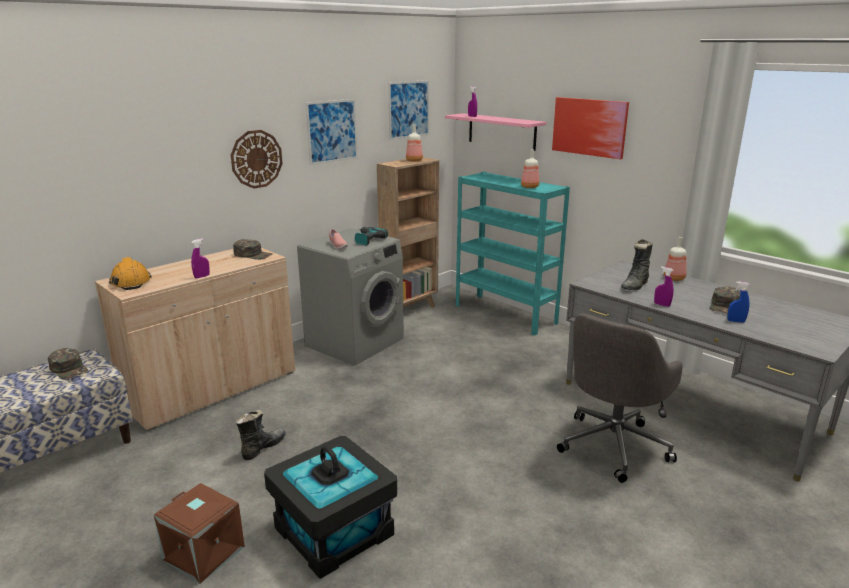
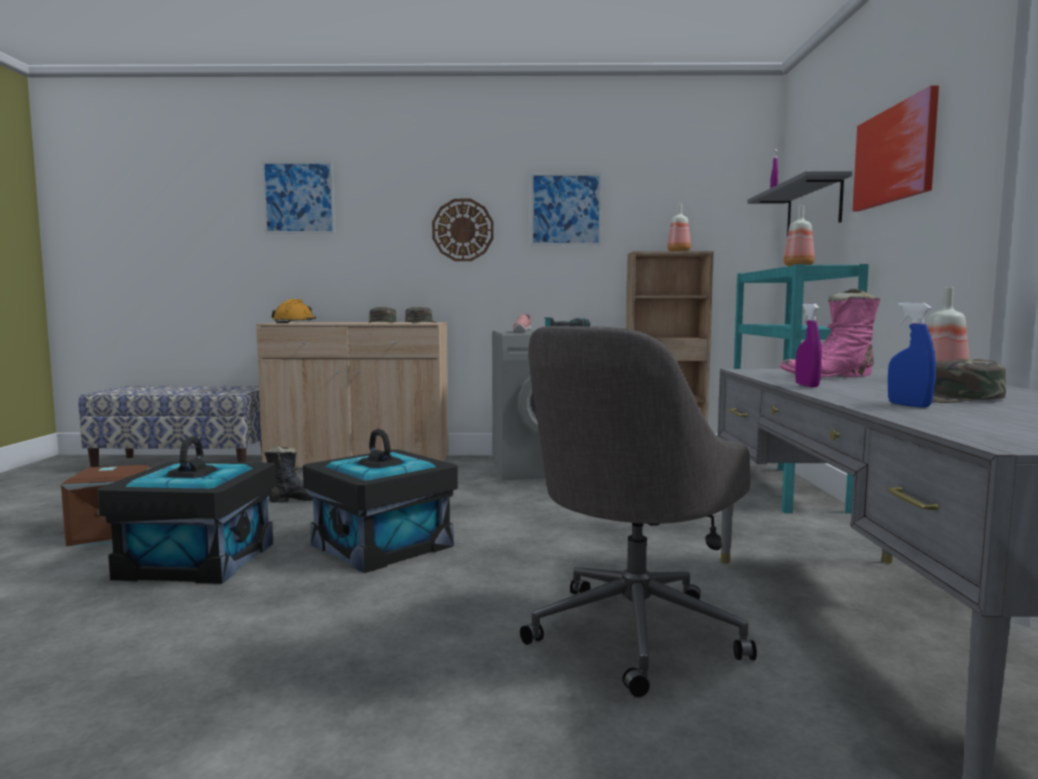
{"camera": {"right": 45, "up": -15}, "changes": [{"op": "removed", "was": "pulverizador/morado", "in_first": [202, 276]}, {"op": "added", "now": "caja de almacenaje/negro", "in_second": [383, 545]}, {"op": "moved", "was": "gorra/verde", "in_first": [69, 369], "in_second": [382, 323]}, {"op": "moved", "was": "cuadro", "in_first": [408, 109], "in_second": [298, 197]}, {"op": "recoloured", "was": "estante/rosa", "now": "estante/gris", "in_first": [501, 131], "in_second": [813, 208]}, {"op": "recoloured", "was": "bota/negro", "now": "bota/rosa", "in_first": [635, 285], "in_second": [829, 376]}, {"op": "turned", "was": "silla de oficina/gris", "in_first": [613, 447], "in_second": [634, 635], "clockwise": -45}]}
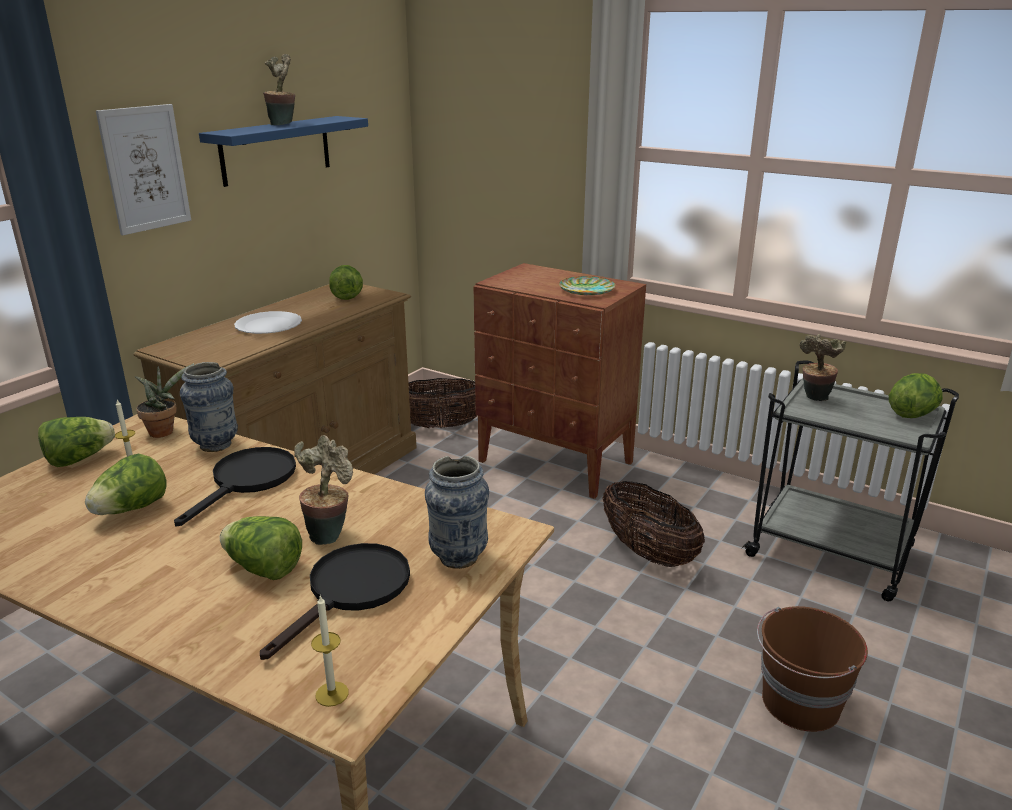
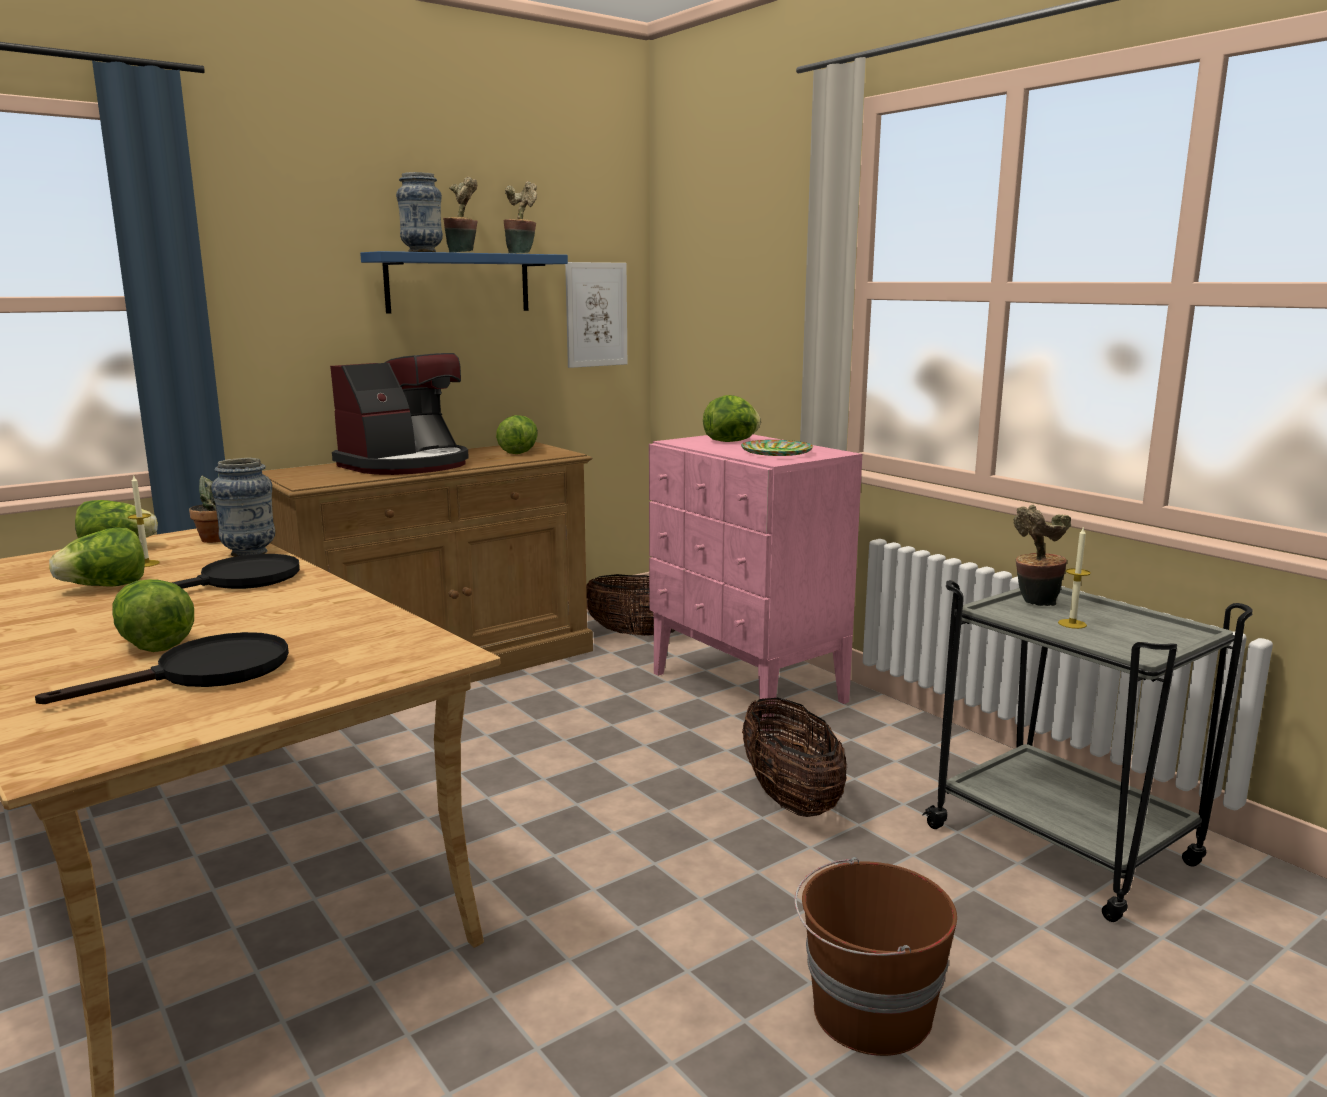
{"camera": {"right": 20, "up": -10}, "changes": [{"op": "moved", "was": "cuadro", "in_first": [145, 169], "in_second": [596, 314]}, {"op": "moved", "was": "planta en maceta", "in_first": [329, 533], "in_second": [522, 254]}, {"op": "moved", "was": "vela", "in_first": [332, 694], "in_second": [1072, 624]}, {"op": "moved", "was": "florero", "in_first": [458, 557], "in_second": [422, 252]}, {"op": "moved", "was": "lechuga", "in_first": [912, 414], "in_second": [731, 441]}, {"op": "replaced", "was": "plato/blanco", "now": "cafetera", "in_first": [268, 325], "in_second": [406, 465]}, {"op": "recoloured", "was": "cómoda/marrón", "now": "cómoda/rosa", "in_first": [555, 463], "in_second": [746, 688]}]}
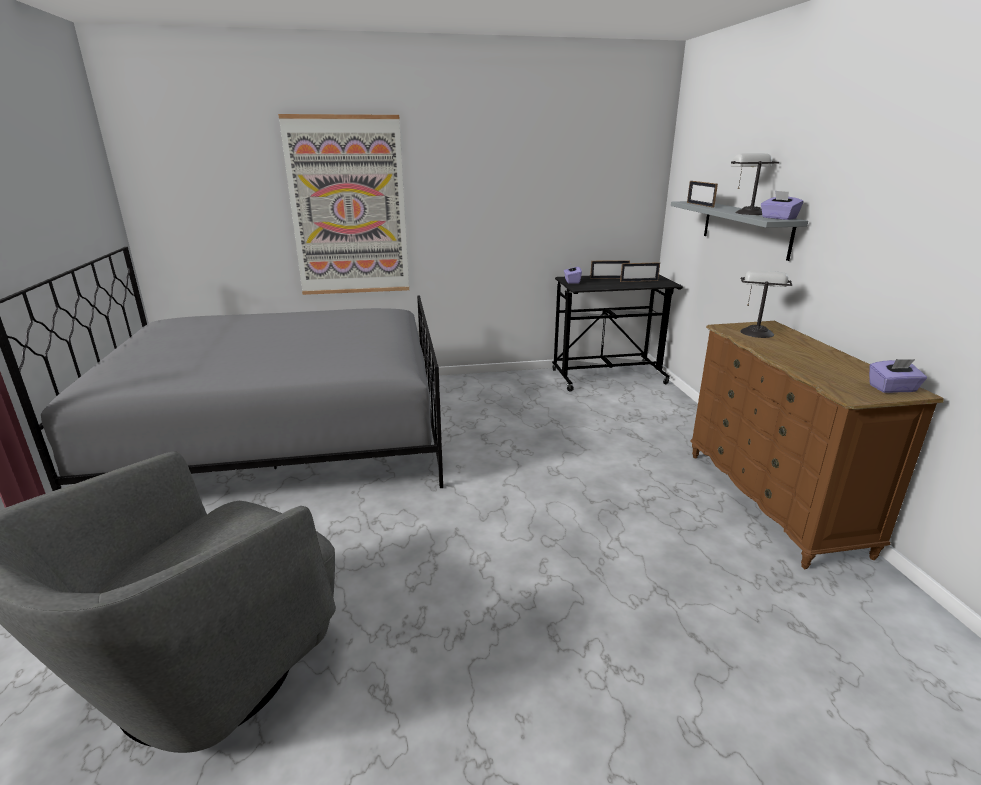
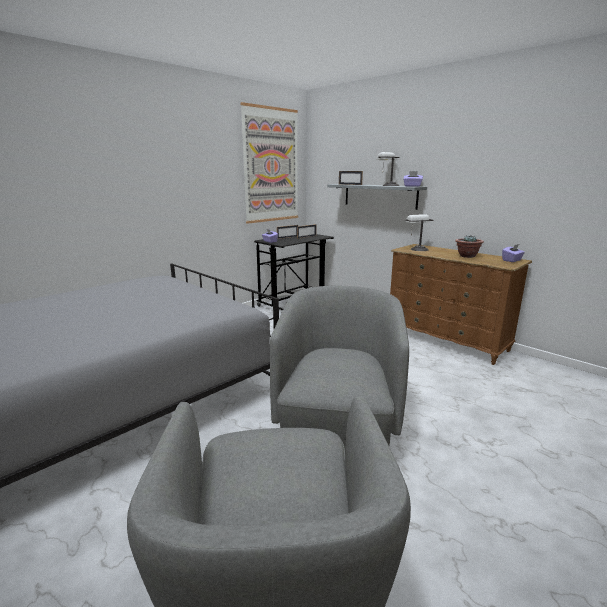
{"camera": {"right": -35, "up": -5}, "changes": [{"op": "added", "now": "sillón/gris", "in_second": [338, 423]}, {"op": "added", "now": "planta en maceta", "in_second": [467, 256]}, {"op": "moved", "was": "cuadro", "in_first": [348, 208], "in_second": [271, 166]}]}
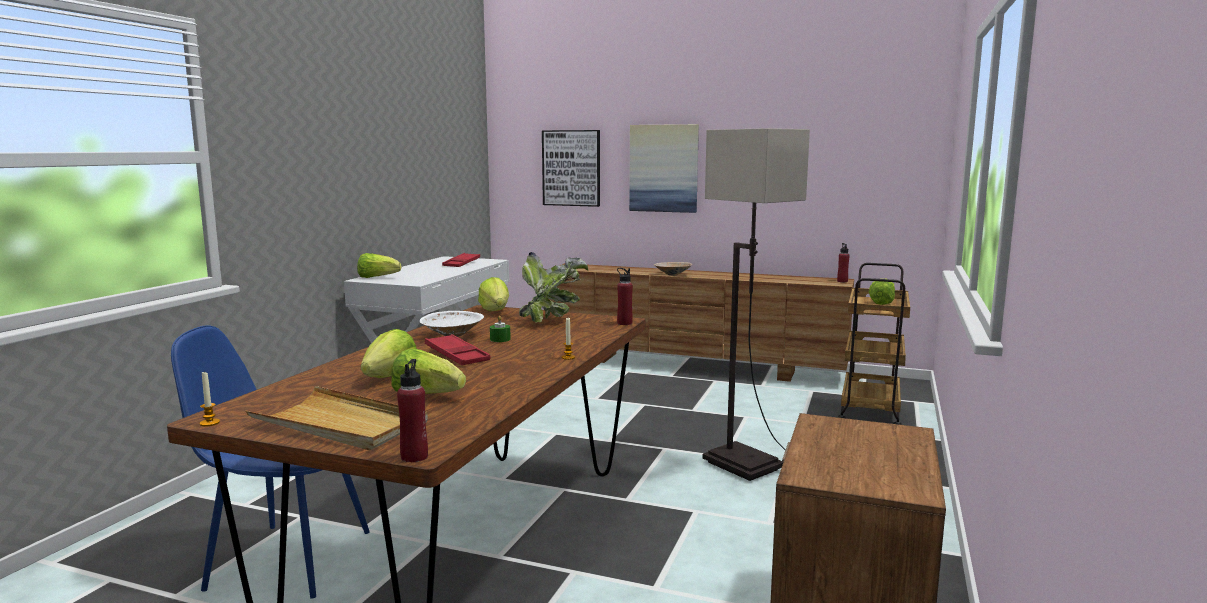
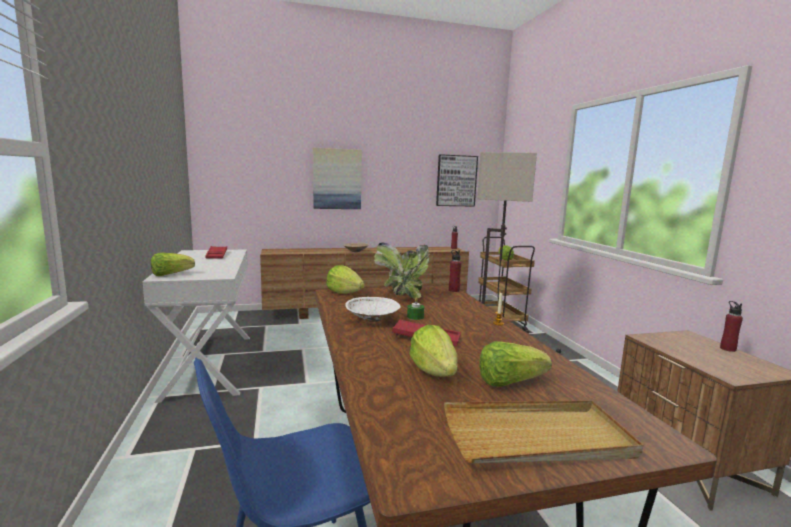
{"camera": {"right": -35, "up": 0}, "changes": [{"op": "removed", "was": "vela", "in_first": [209, 423]}, {"op": "moved", "was": "botella/rojo", "in_first": [414, 457], "in_second": [727, 349]}, {"op": "moved", "was": "cuadro", "in_first": [571, 168], "in_second": [456, 181]}]}
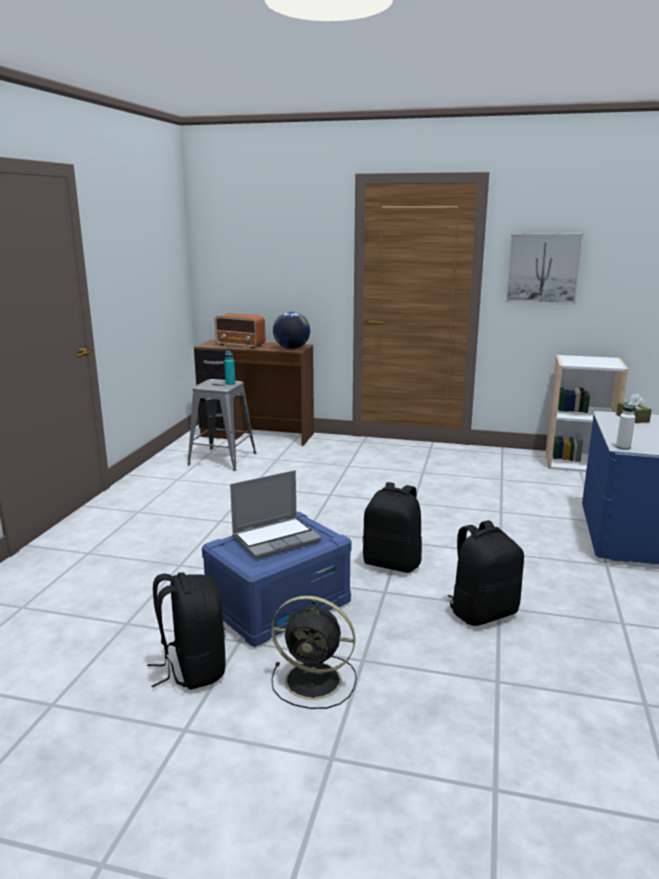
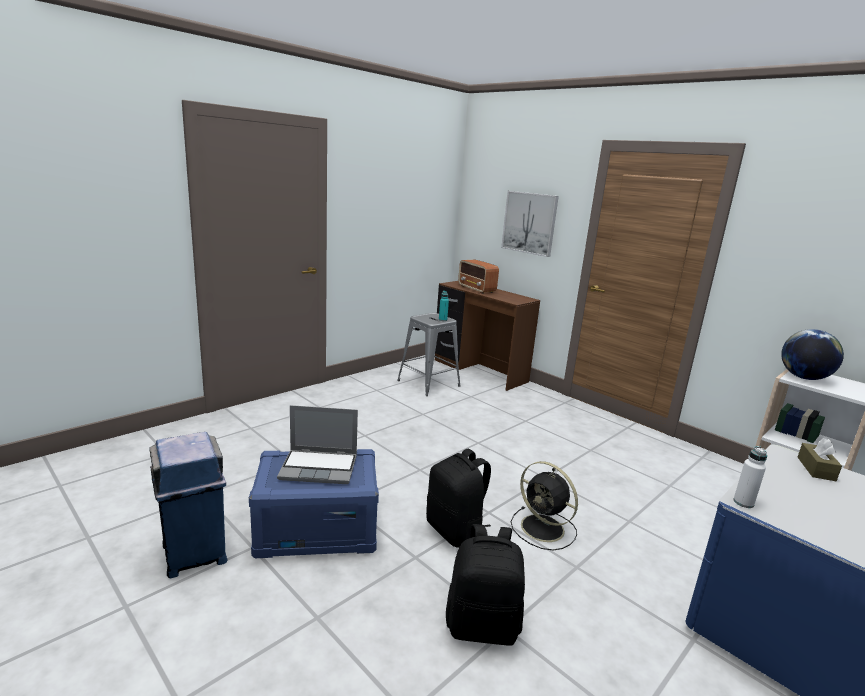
{"camera": {"right": 30, "up": 0}, "changes": [{"op": "moved", "was": "ventilador/negro", "in_first": [316, 681], "in_second": [544, 529]}, {"op": "moved", "was": "globo terráqueo", "in_first": [291, 348], "in_second": [804, 378]}, {"op": "moved", "was": "cuadro", "in_first": [543, 268], "in_second": [529, 223]}, {"op": "replaced", "was": "mochila/negro", "now": "papelera/azul", "in_first": [192, 668], "in_second": [194, 554]}]}
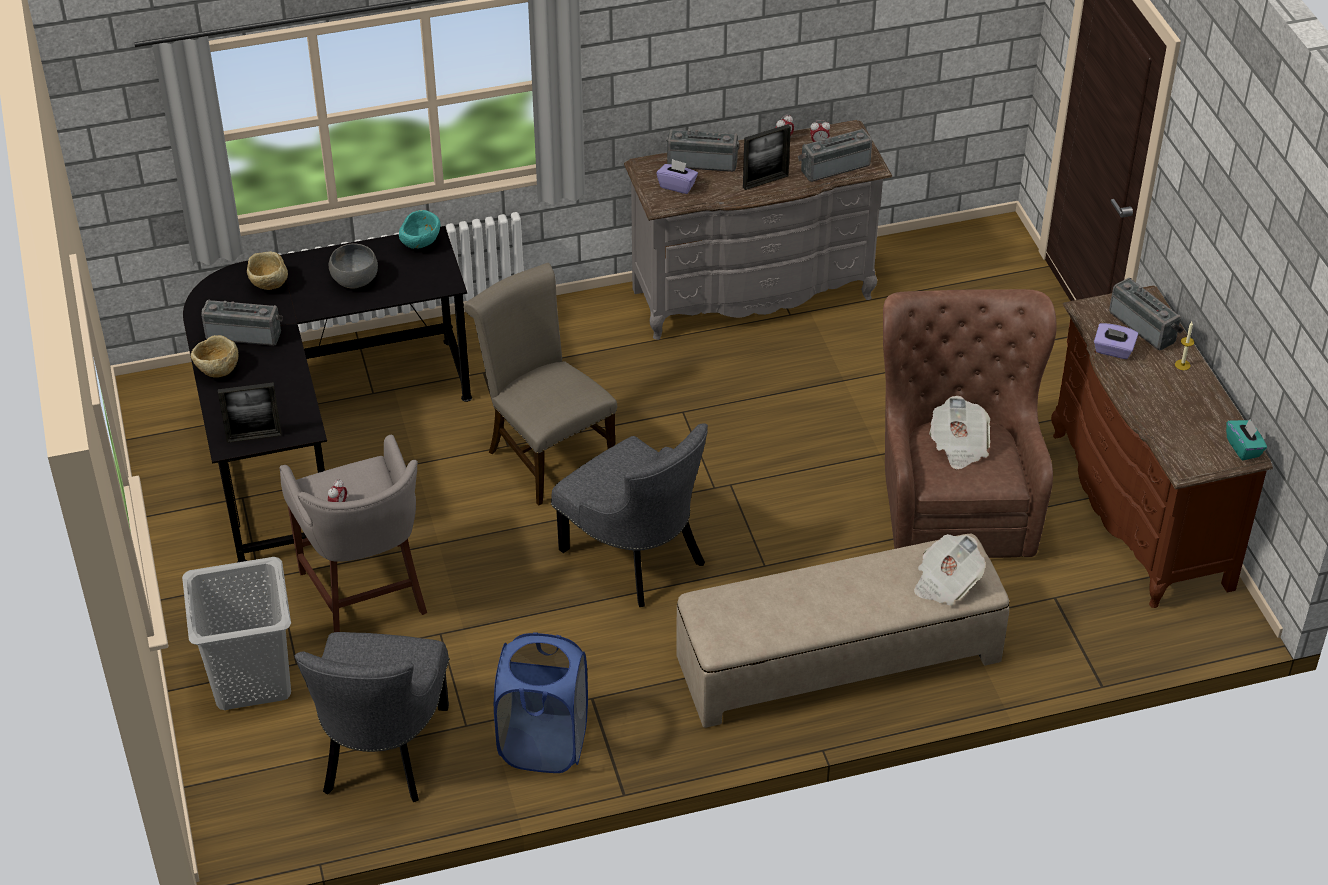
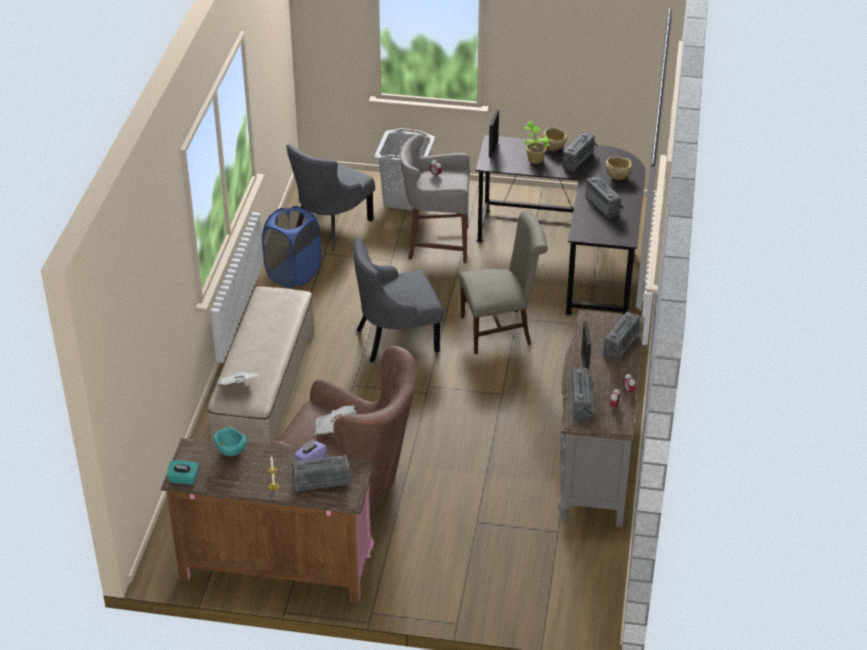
{"camera": {"right": 115, "up": -5}, "changes": [{"op": "removed", "was": "caja de pañuelos/morado", "in_first": [677, 186]}, {"op": "added", "now": "planta en maceta", "in_second": [535, 159]}, {"op": "moved", "was": "cuenco/turquesa", "in_first": [420, 244], "in_second": [231, 452]}, {"op": "replaced", "was": "cuenco/gris", "now": "radio", "in_first": [355, 279], "in_second": [604, 205]}, {"op": "recoloured", "was": "cómoda/marrón", "now": "cómoda/rosa", "in_first": [1136, 511], "in_second": [276, 564]}, {"op": "turned", "was": "sillón/gris", "in_first": [382, 747], "in_second": [332, 226], "clockwise": -90}]}
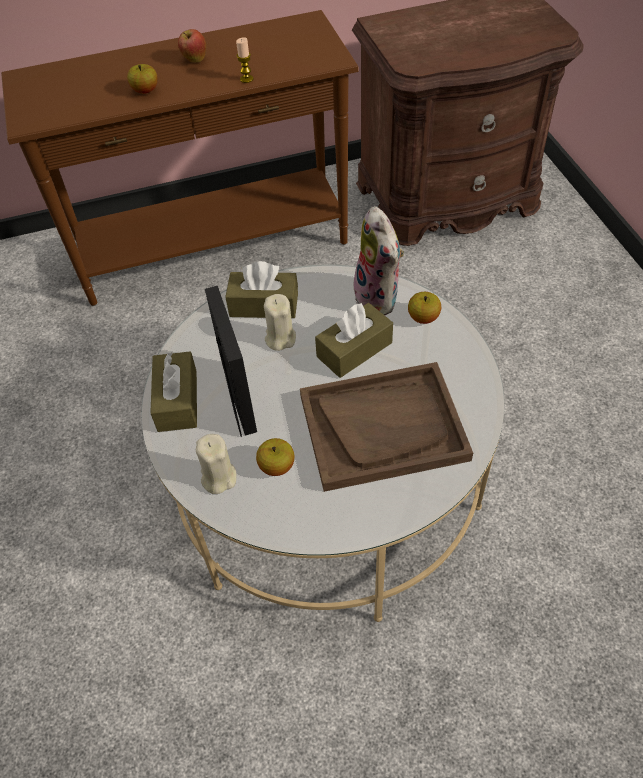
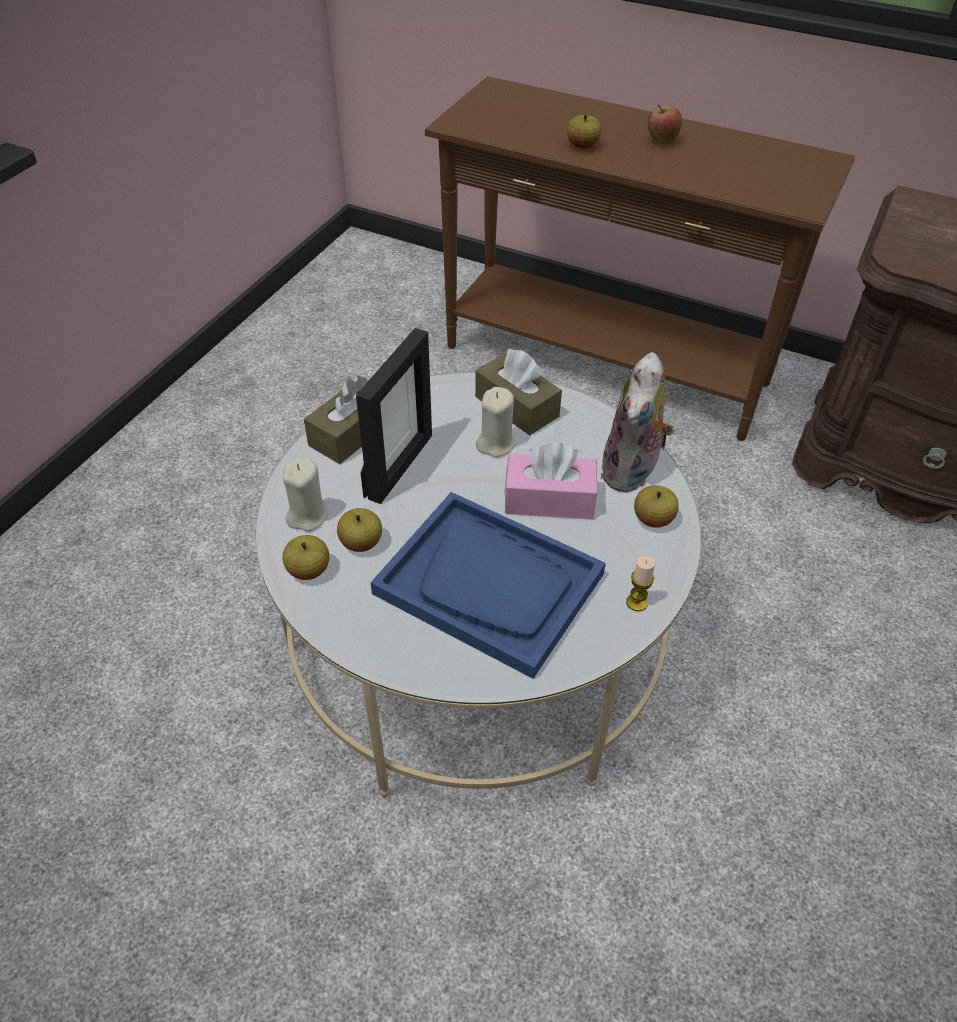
{"camera": {"right": 40, "up": -5}, "changes": [{"op": "added", "now": "manzana", "in_second": [308, 570]}, {"op": "moved", "was": "vela", "in_first": [246, 79], "in_second": [637, 602]}, {"op": "recoloured", "was": "bandeja/marrón", "now": "bandeja/azul", "in_first": [383, 427], "in_second": [489, 584]}, {"op": "recoloured", "was": "caja de pañuelos/marrón", "now": "caja de pañuelos/rosa", "in_first": [354, 349], "in_second": [549, 499]}]}
